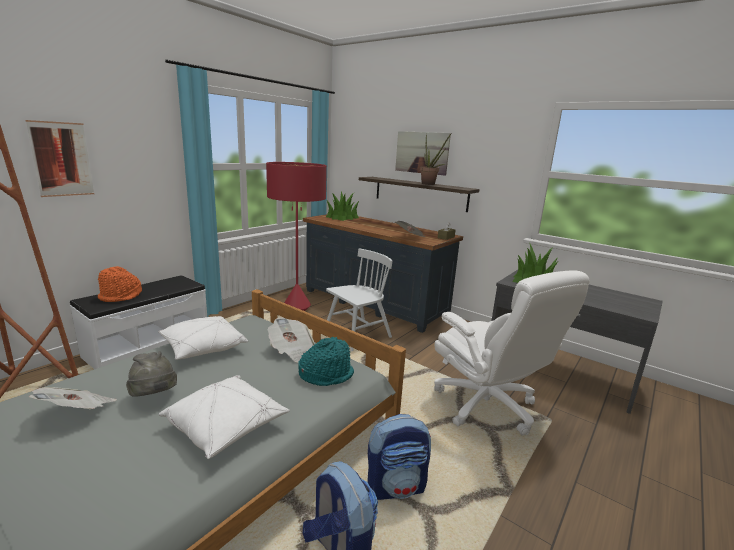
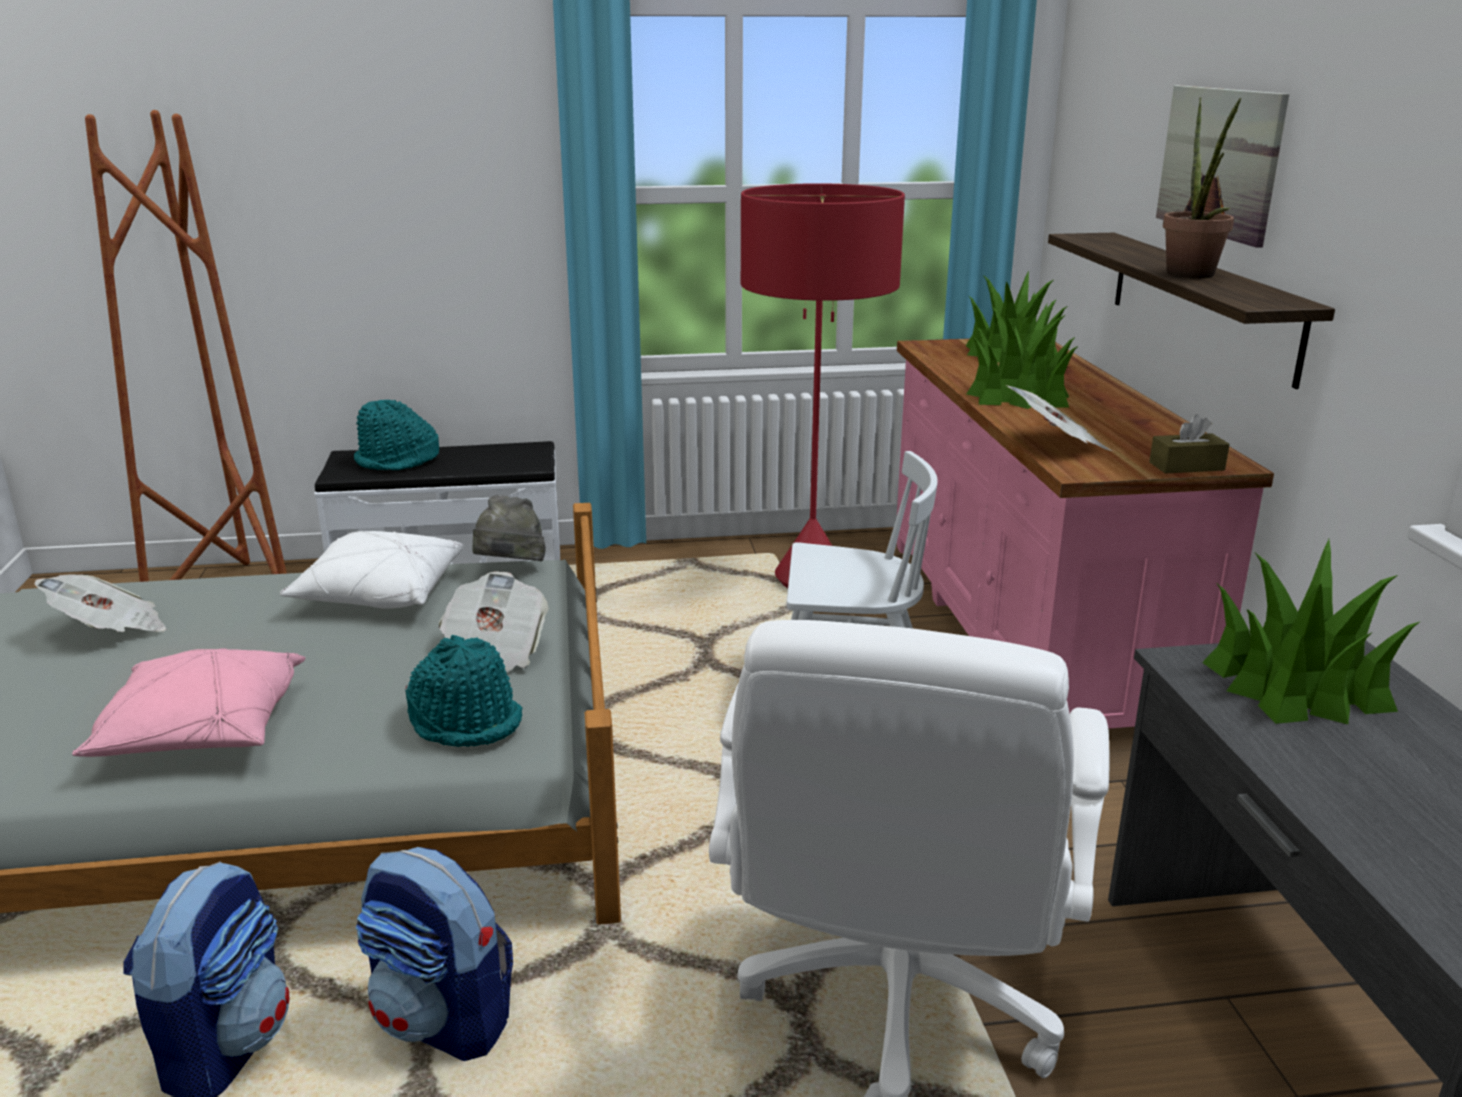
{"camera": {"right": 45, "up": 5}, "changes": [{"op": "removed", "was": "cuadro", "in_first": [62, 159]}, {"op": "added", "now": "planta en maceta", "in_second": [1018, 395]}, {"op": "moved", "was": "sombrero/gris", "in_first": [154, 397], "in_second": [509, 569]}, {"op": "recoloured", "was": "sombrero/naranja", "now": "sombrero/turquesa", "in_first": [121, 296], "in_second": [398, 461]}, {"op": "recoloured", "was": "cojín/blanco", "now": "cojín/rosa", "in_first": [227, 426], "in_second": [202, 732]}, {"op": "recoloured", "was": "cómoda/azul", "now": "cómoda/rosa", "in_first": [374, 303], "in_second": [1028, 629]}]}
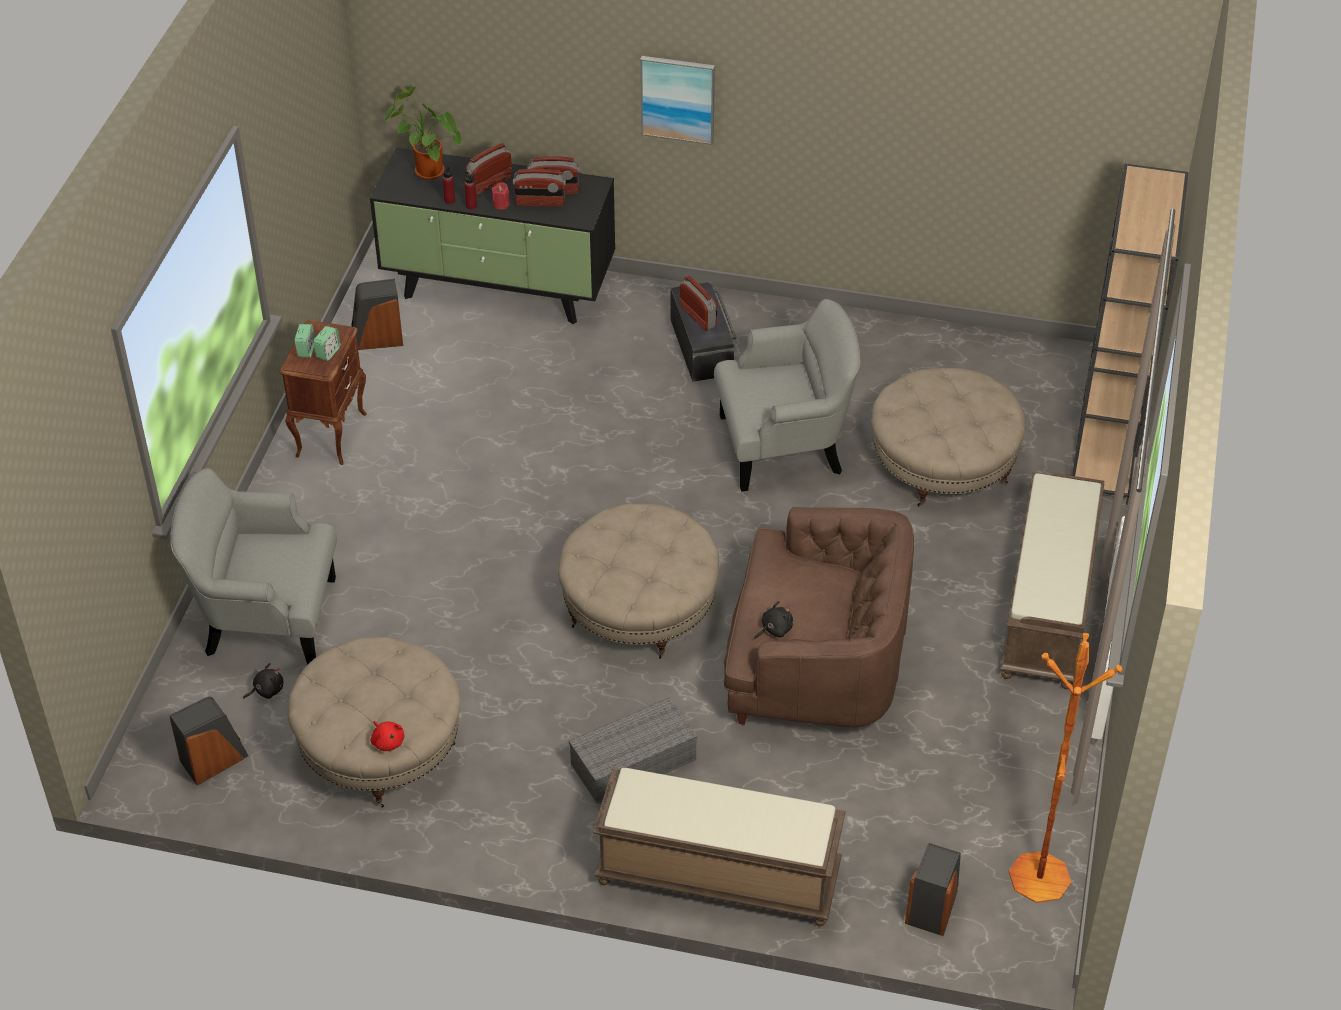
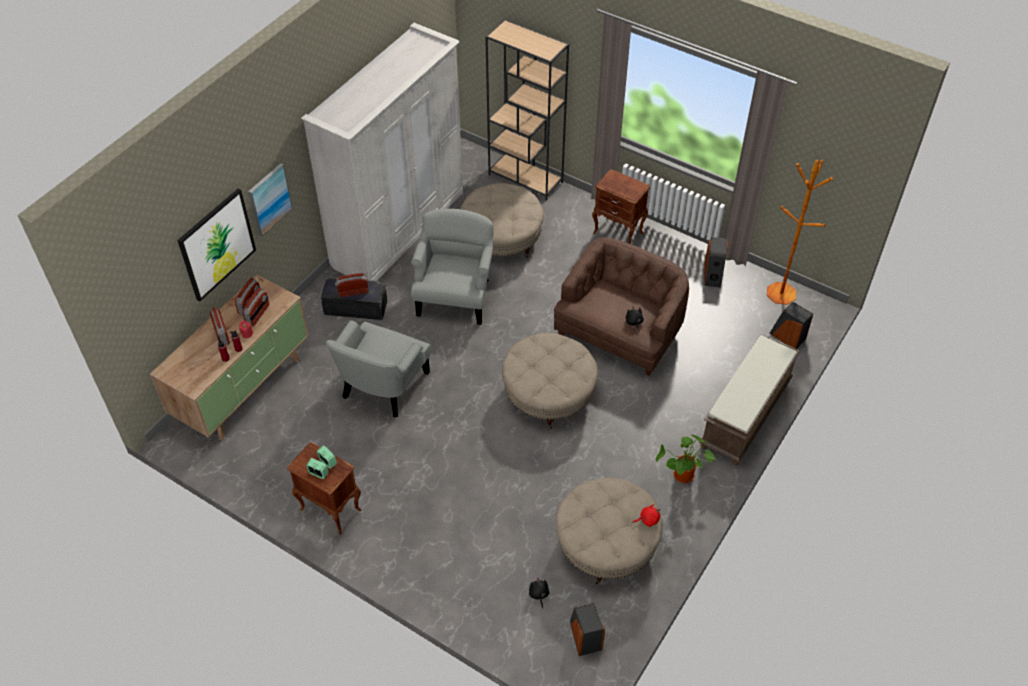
{"camera": {"right": -70, "up": 5}, "changes": [{"op": "removed", "was": "caja de almacenaje/gris", "in_first": [632, 763]}, {"op": "added", "now": "cuadro", "in_second": [217, 244]}, {"op": "added", "now": "armario ropero/blanco", "in_second": [399, 228]}, {"op": "moved", "was": "sillón/gris", "in_first": [266, 618], "in_second": [383, 385]}, {"op": "moved", "was": "altavoz", "in_first": [377, 338], "in_second": [713, 275]}, {"op": "moved", "was": "planta en maceta", "in_first": [426, 171], "in_second": [682, 477]}, {"op": "replaced", "was": "banco/marrón", "now": "mesita de noche/marrón", "in_first": [1049, 608], "in_second": [618, 233]}, {"op": "recoloured", "was": "cómoda/negro", "now": "cómoda/verde", "in_first": [499, 287], "in_second": [243, 387]}]}
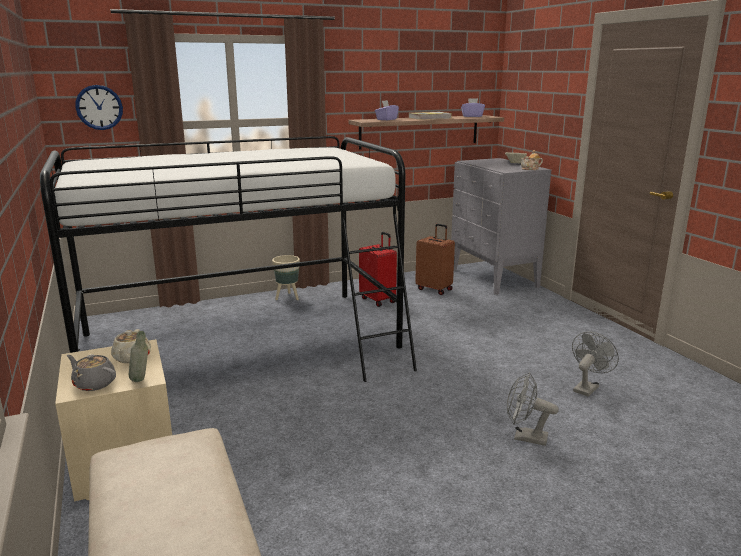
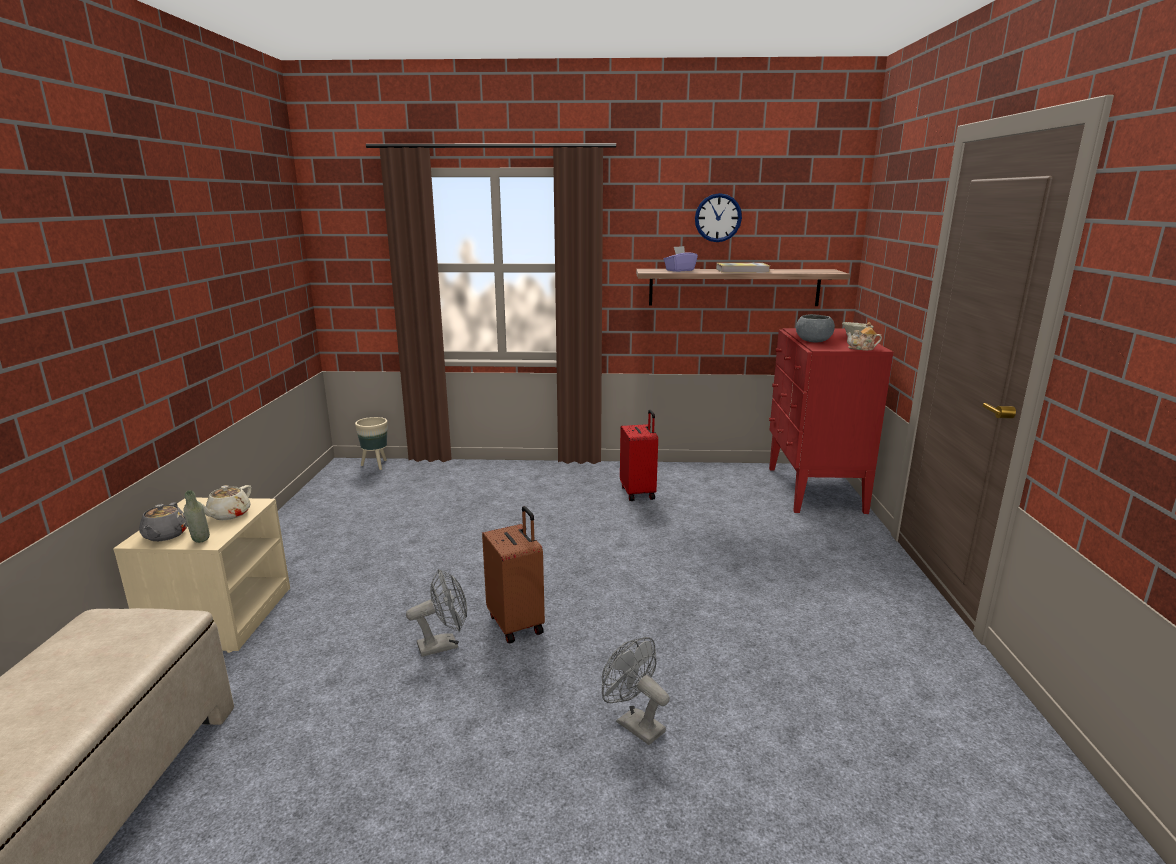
{"camera": {"right": 25, "up": 0}, "changes": [{"op": "removed", "was": "cama/negro", "in_first": [244, 342]}, {"op": "removed", "was": "caja de pañuelos/morado", "in_first": [472, 116]}, {"op": "added", "now": "cuenco/gris", "in_second": [813, 341]}, {"op": "moved", "was": "reloj de pared", "in_first": [99, 107], "in_second": [718, 218]}, {"op": "moved", "was": "maceta/beis", "in_first": [287, 298], "in_second": [375, 465]}, {"op": "moved", "was": "maleta/marrón", "in_first": [434, 289], "in_second": [517, 623]}, {"op": "moved", "was": "ventilador/gris", "in_first": [587, 387], "in_second": [444, 644]}, {"op": "recoloured", "was": "cómoda/gris", "now": "cómoda/rojo", "in_first": [493, 278], "in_second": [813, 490]}, {"op": "turned", "was": "tetera/gris", "in_first": [94, 384], "in_second": [165, 535], "clockwise": -150}]}
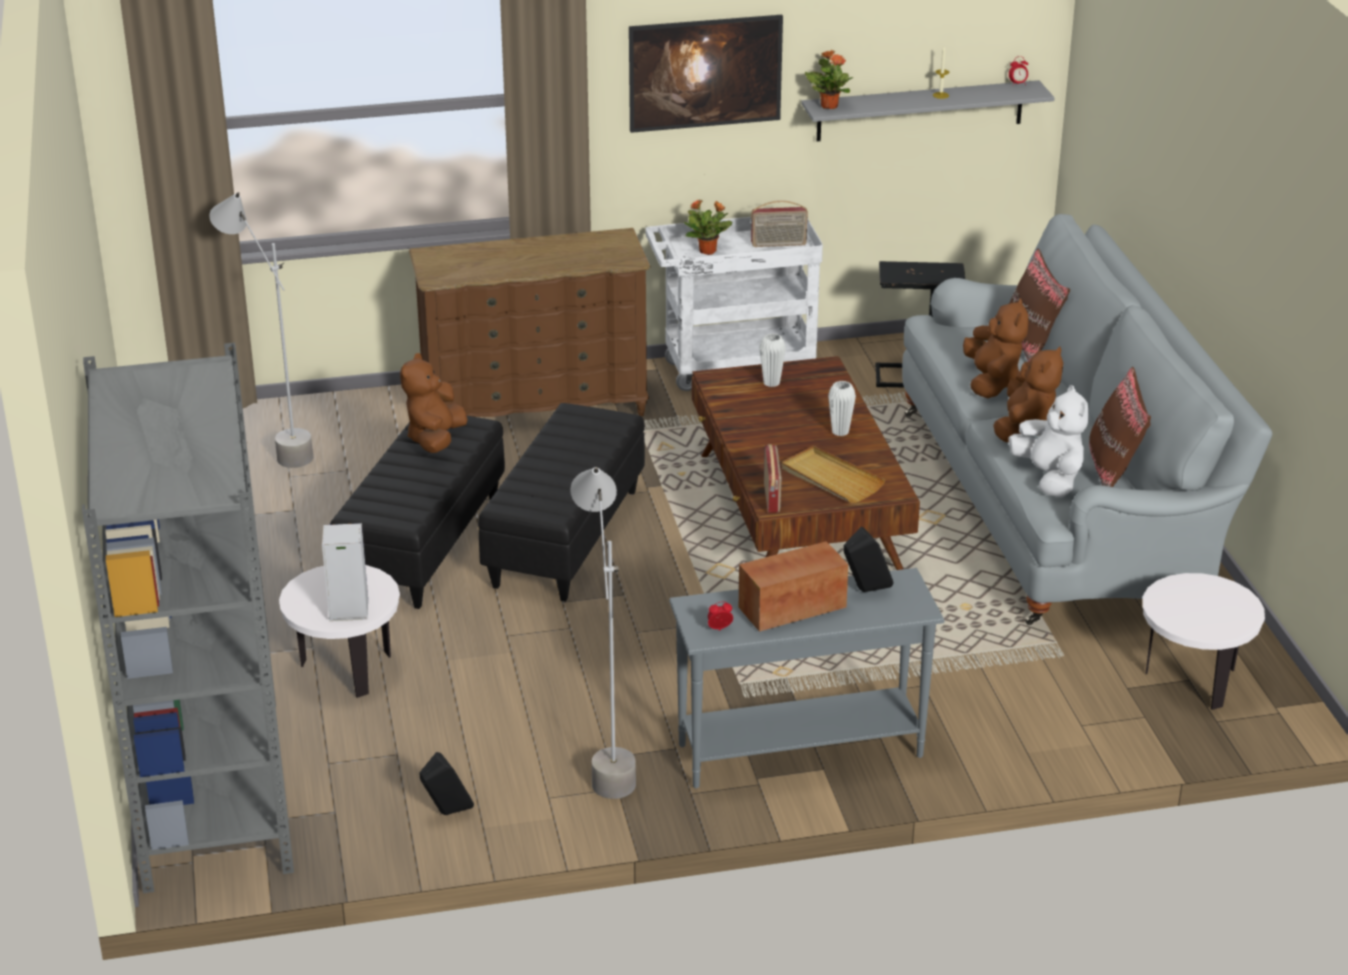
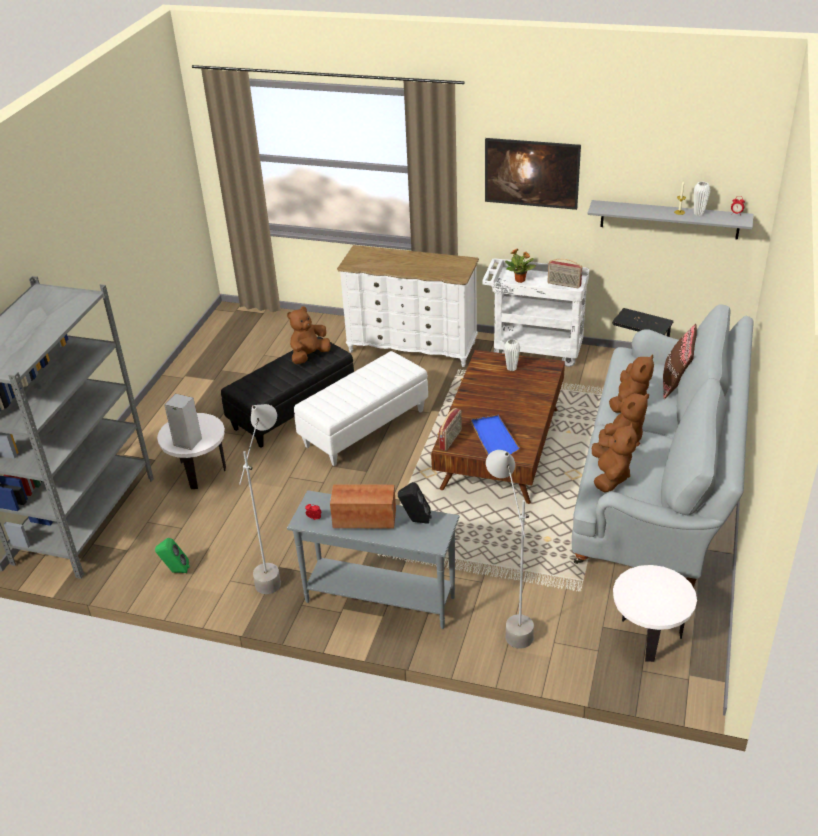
{"camera": {"right": 30, "up": 5}, "changes": [{"op": "removed", "was": "planta en maceta", "in_first": [829, 106]}, {"op": "removed", "was": "cojín/marrón", "in_first": [1114, 471]}, {"op": "moved", "was": "lámpara de pie/gris", "in_first": [275, 447], "in_second": [509, 621]}, {"op": "moved", "was": "florero/blanco", "in_first": [840, 432], "in_second": [698, 213]}, {"op": "recoloured", "was": "cómoda/marrón", "now": "cómoda/blanco", "in_first": [535, 408], "in_second": [412, 348]}, {"op": "recoloured", "was": "altavoz/negro", "now": "altavoz/verde", "in_first": [447, 813], "in_second": [175, 571]}, {"op": "recoloured", "was": "puf/negro", "now": "puf/blanco", "in_first": [564, 538], "in_second": [364, 428]}, {"op": "recoloured", "was": "bandeja/beis", "now": "bandeja/azul", "in_first": [831, 478], "in_second": [493, 437]}, {"op": "recoloured", "was": "peluche/blanco", "now": "peluche/marrón", "in_first": [1049, 478], "in_second": [610, 477]}]}
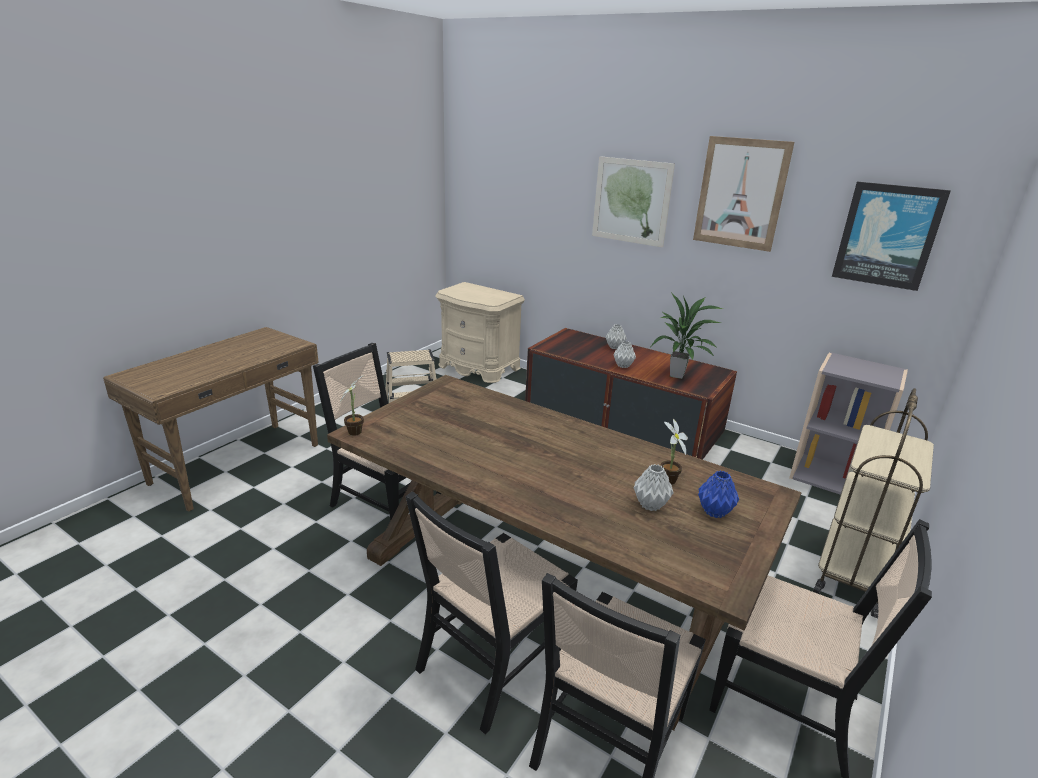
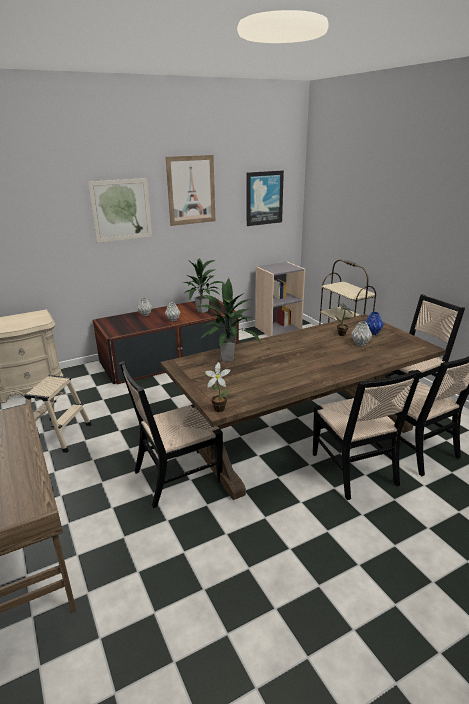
{"camera": {"right": -60, "up": 0}, "changes": [{"op": "added", "now": "planta en maceta", "in_second": [227, 359]}]}
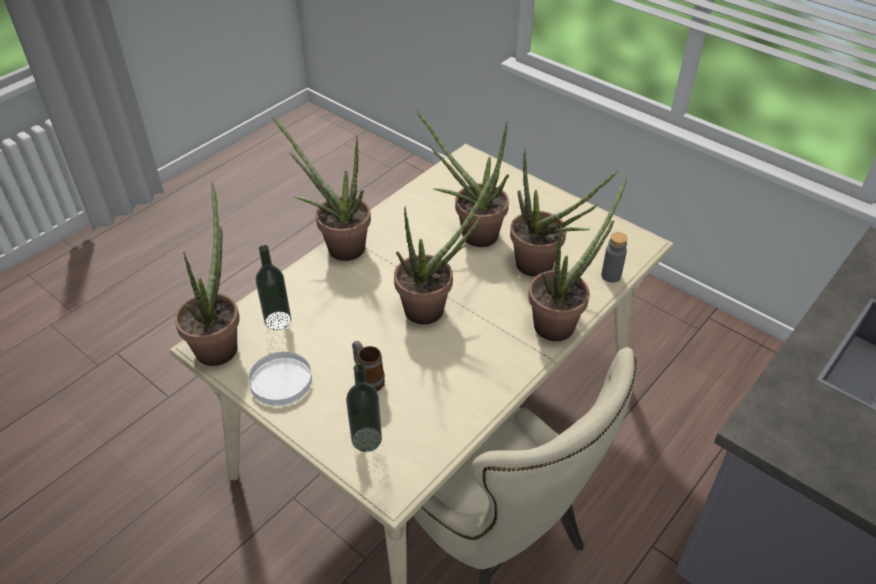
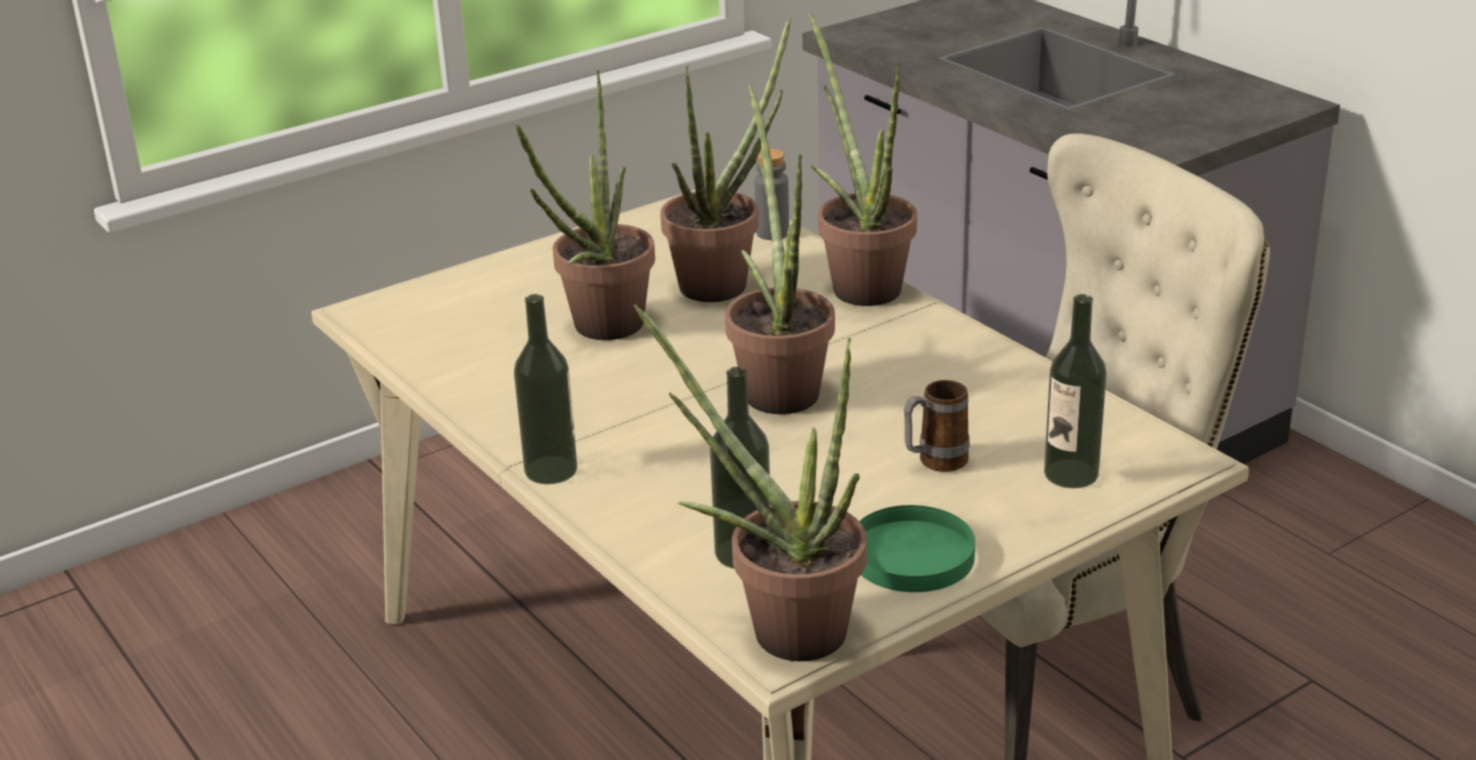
{"camera": {"right": -75, "up": -15}, "changes": [{"op": "replaced", "was": "planta en maceta", "now": "botella", "in_first": [339, 246], "in_second": [551, 470]}, {"op": "recoloured", "was": "plato/blanco", "now": "plato/verde", "in_first": [280, 381], "in_second": [913, 556]}]}
